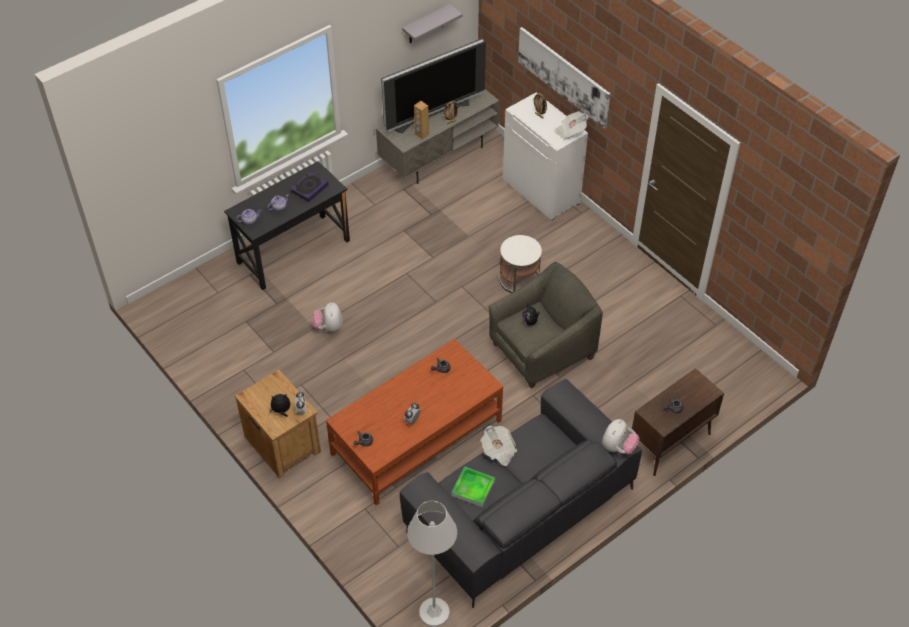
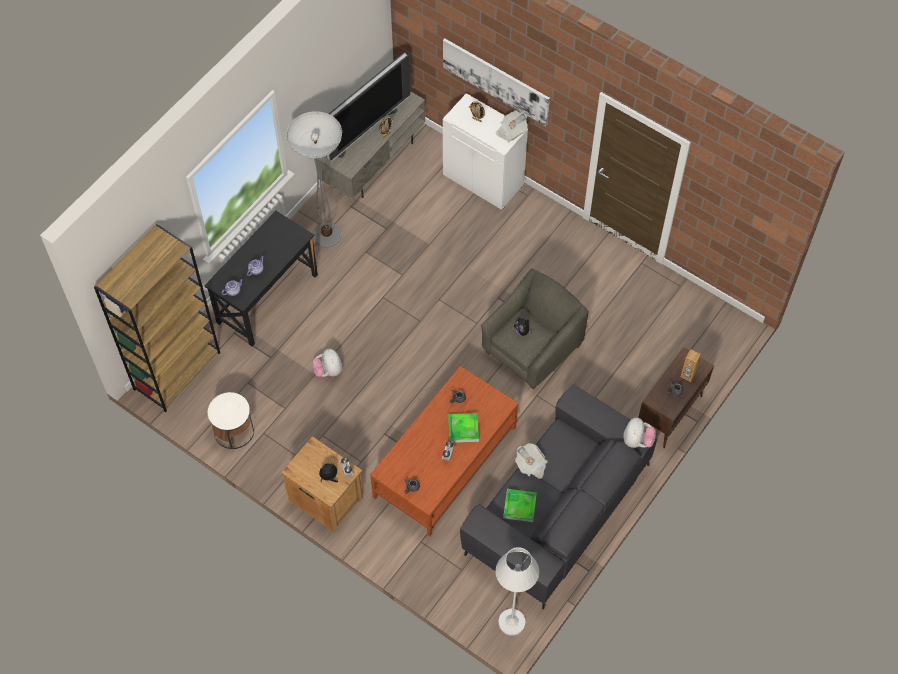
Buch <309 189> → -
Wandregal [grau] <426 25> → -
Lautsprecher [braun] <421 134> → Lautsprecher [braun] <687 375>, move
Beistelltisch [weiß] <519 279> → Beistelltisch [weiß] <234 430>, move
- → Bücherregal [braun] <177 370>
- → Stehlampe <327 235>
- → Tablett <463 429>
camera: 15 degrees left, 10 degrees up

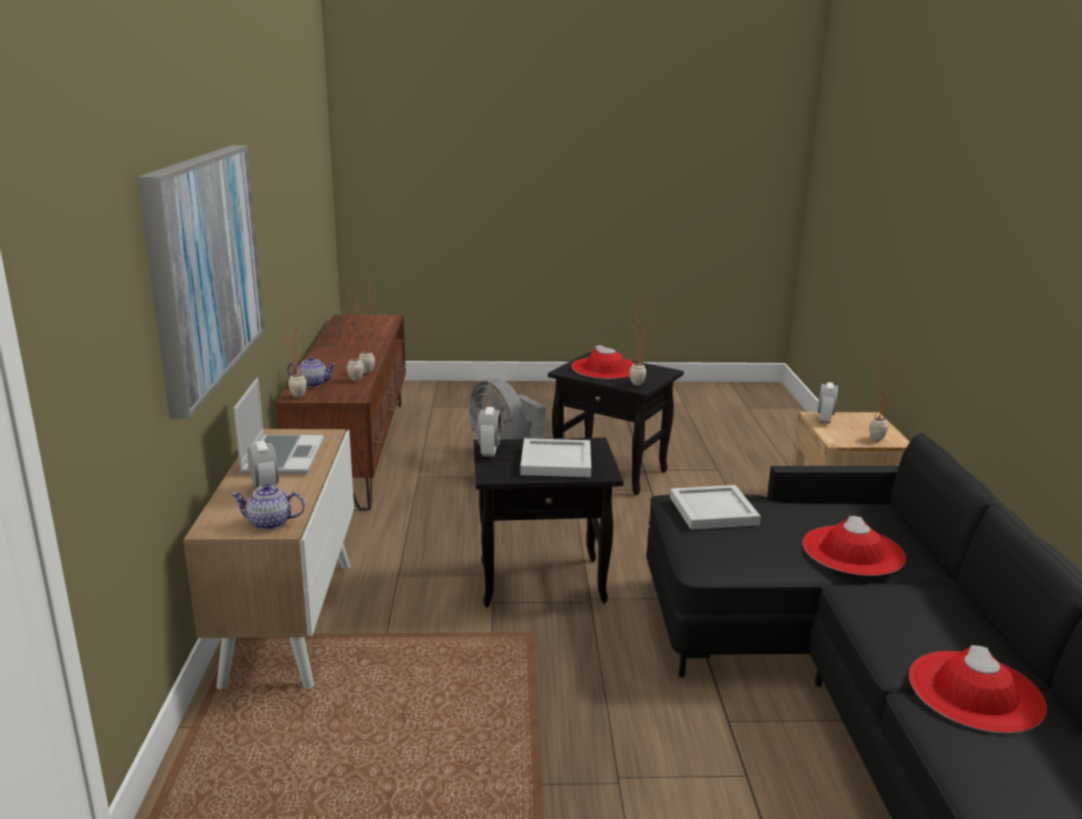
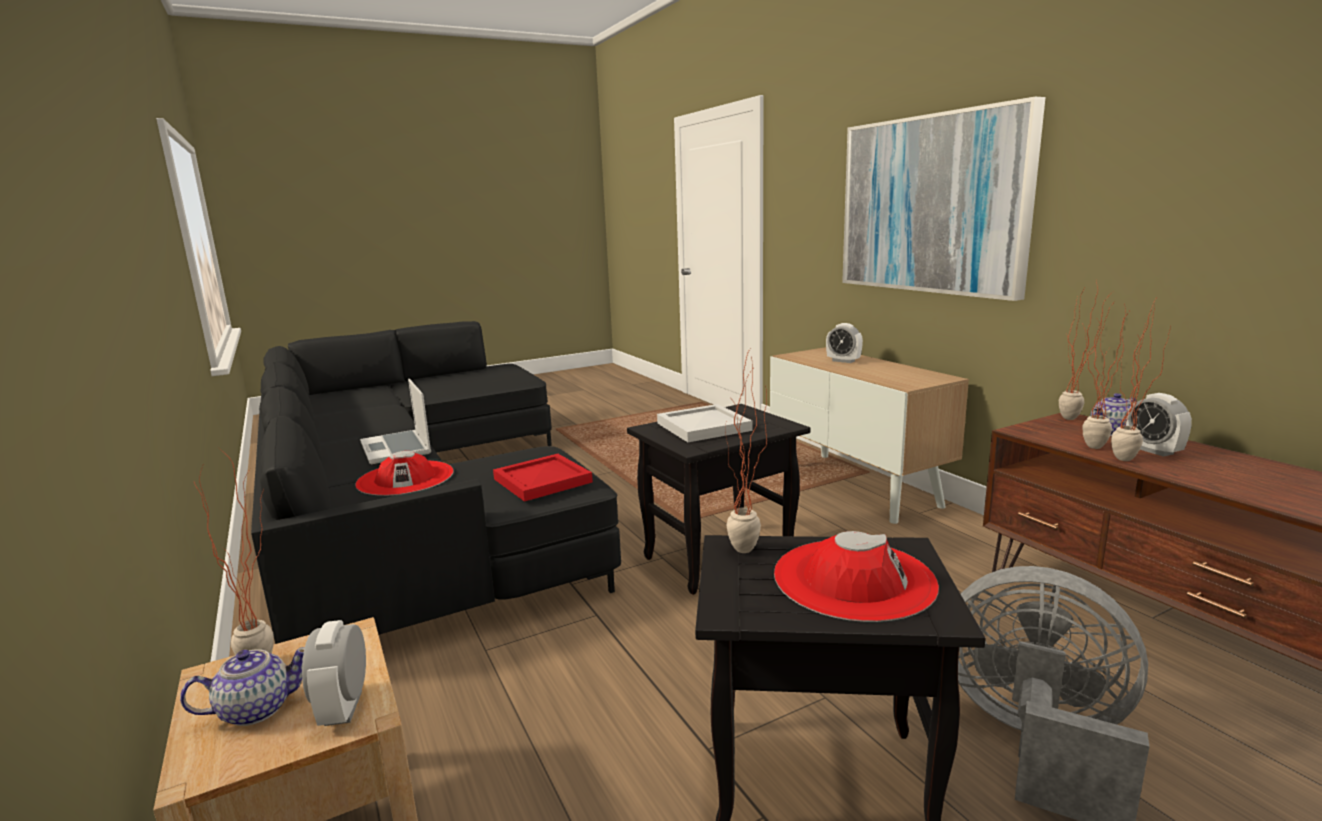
Teekanne <270 523> → Teekanne <255 709>, move
Laptop <282 456> → Laptop <397 449>, move
Wecker <489 451> → Wecker <1153 450>, move
Tablett [weiß] <712 511> → Tablett [rot] <543 480>
Hut [rot] <975 691> → -
camera: 155 degrees right, 5 degrees down

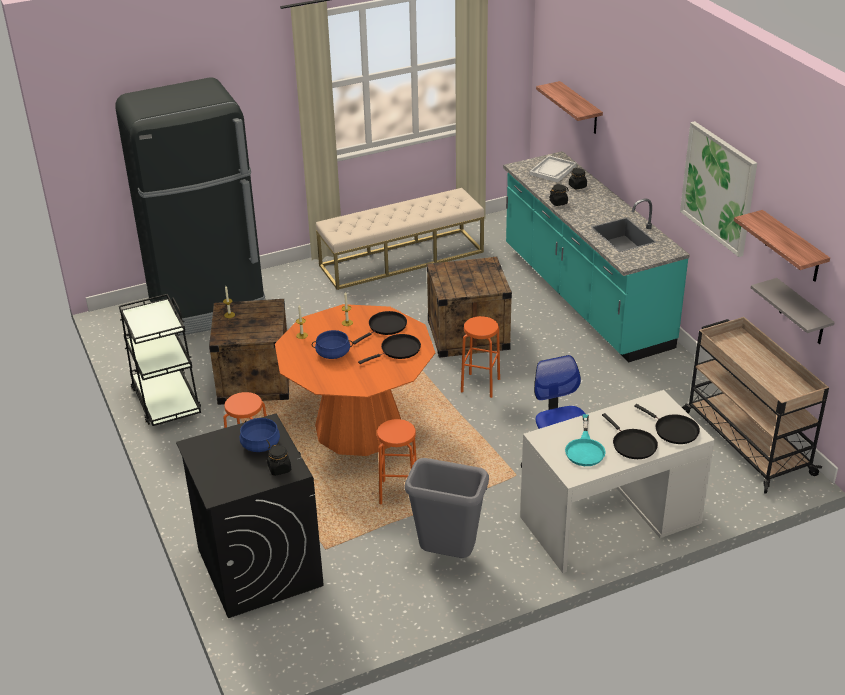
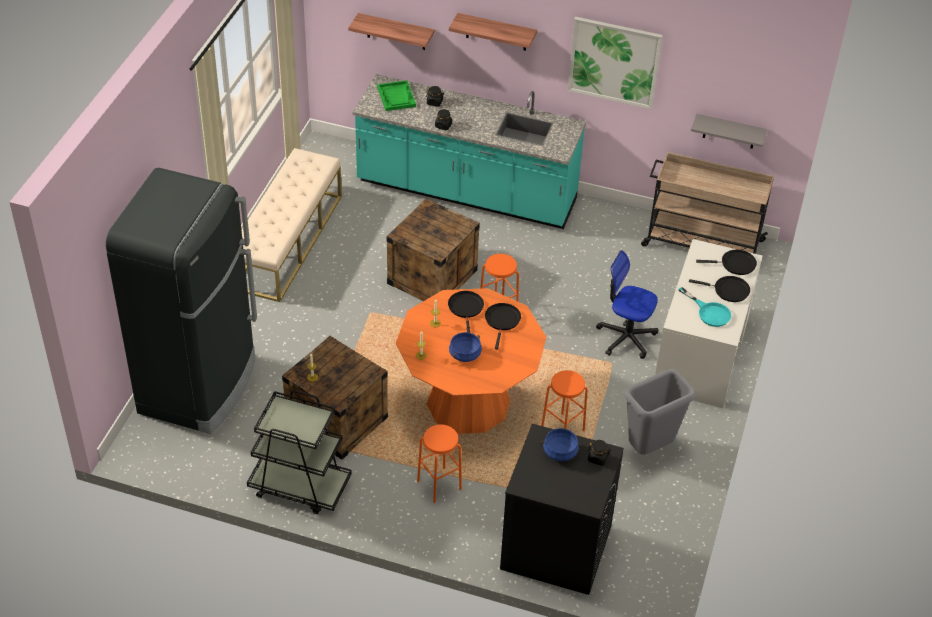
Tablett [weiß] <553 170> → Tablett [grün] <396 97>
Wandregal <792 247> → Wandregal <496 32>, move
camera: 50 degrees left, 10 degrees up

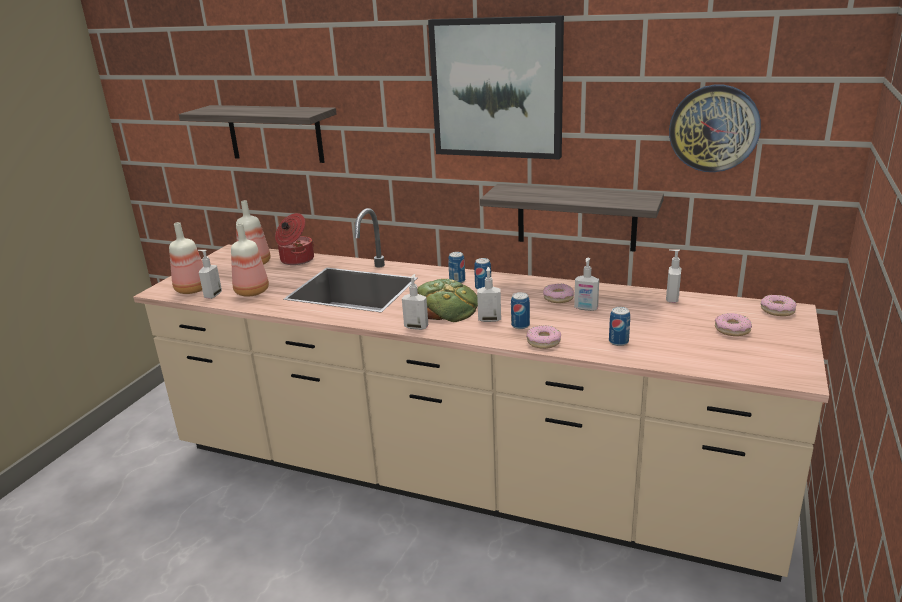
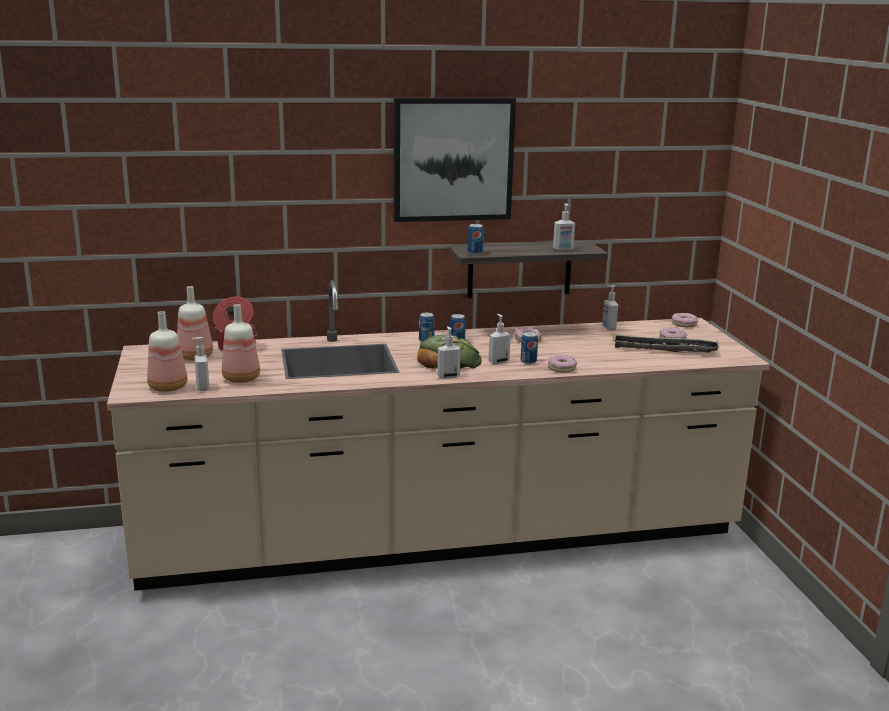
Wandregal <275 133> → -
Seifenspender <586 308> → Seifenspender <563 249>, move
Dose <618 342> → Dose <475 253>, move
Wanduhr <714 128> → -
- → Tablett <664 349>
camera: 35 degrees left, 5 degrees down

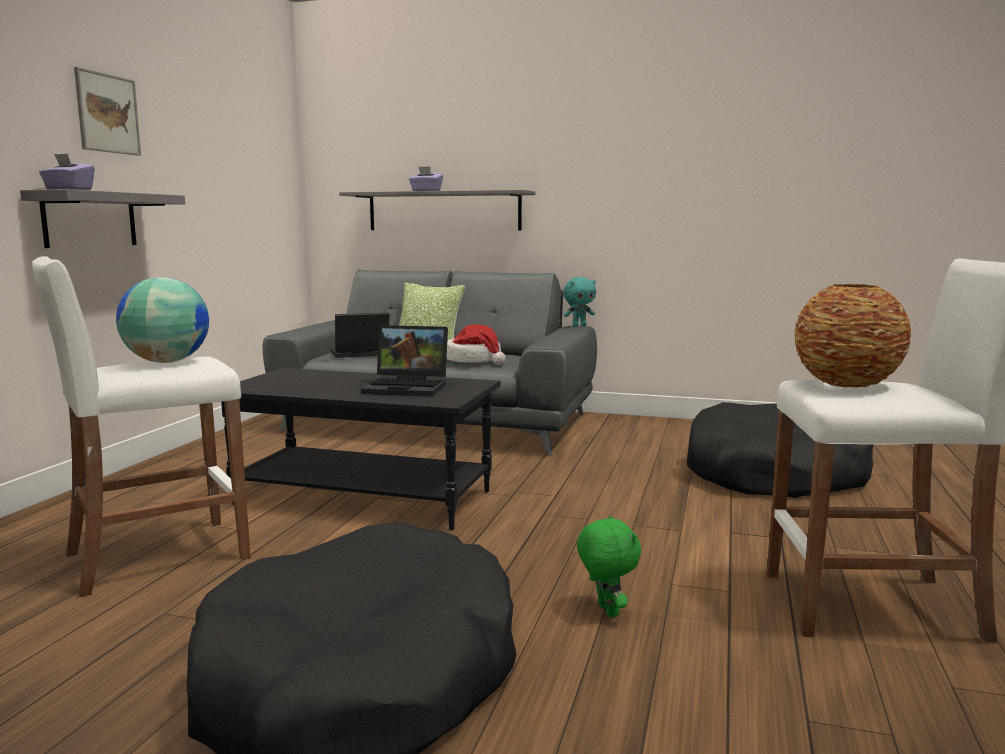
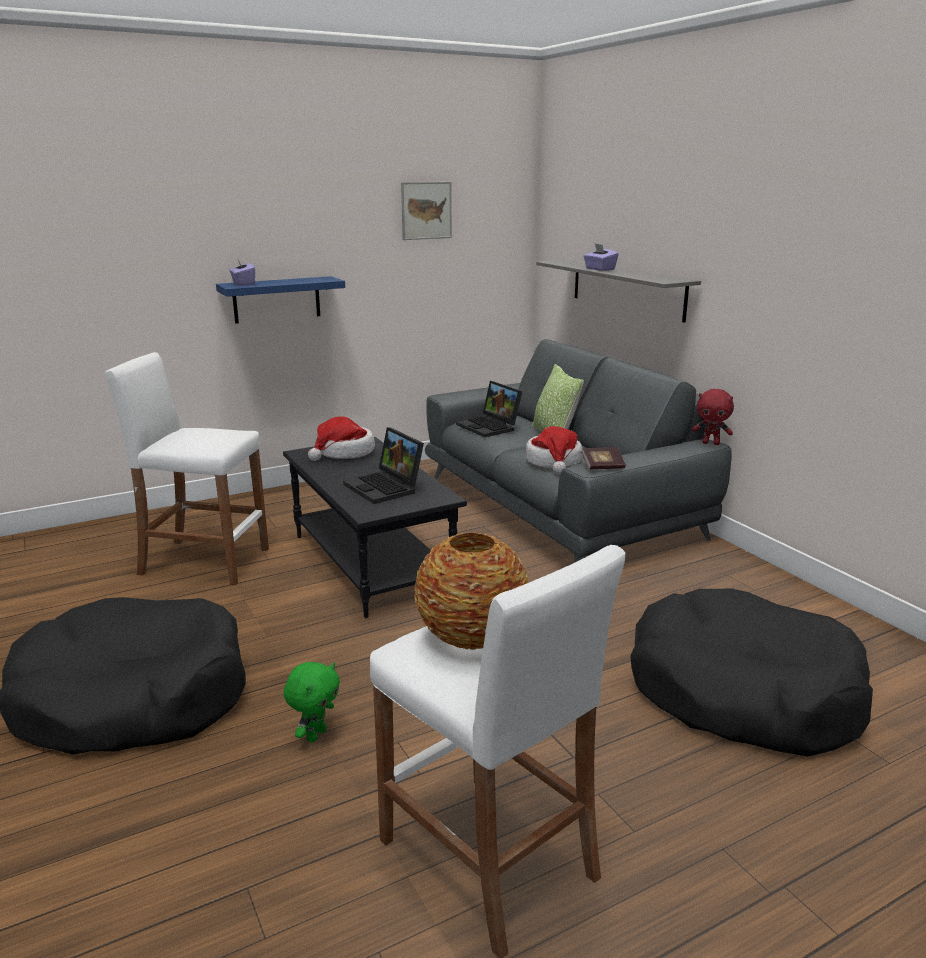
Wandregal [grau] <90 220> → Wandregal [blau] <276 299>
Bild <107 113> → Bild <426 210>, move
Globus <166 362> → -
Laptop <358 354> → Laptop <490 427>, 150 degrees counterclockwise
Plüschtier [türkis] <579 325> → Plüschtier [rot] <711 443>
- → Hut <344 453>
- → Buch <602 467>
camera: 45 degrees right, 10 degrees up

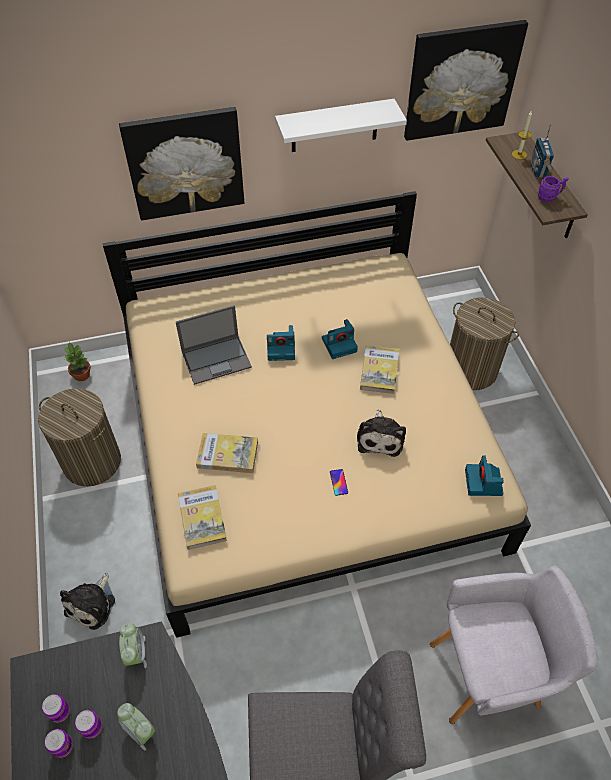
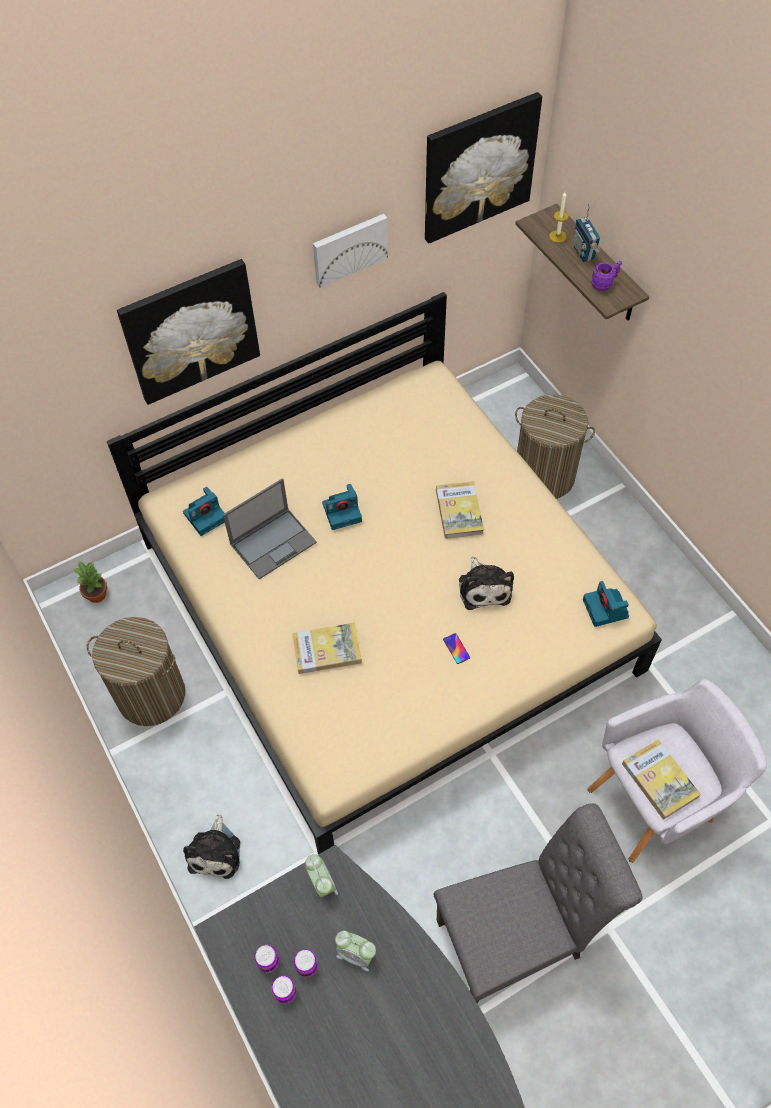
Buch <202 518> → Buch <659 780>, move
Wandregal [weiß] <334 126> → Bild <349 248>
Kamera <340 344> → Kamera <206 516>, move
camera: 15 degrees left, 5 degrees up

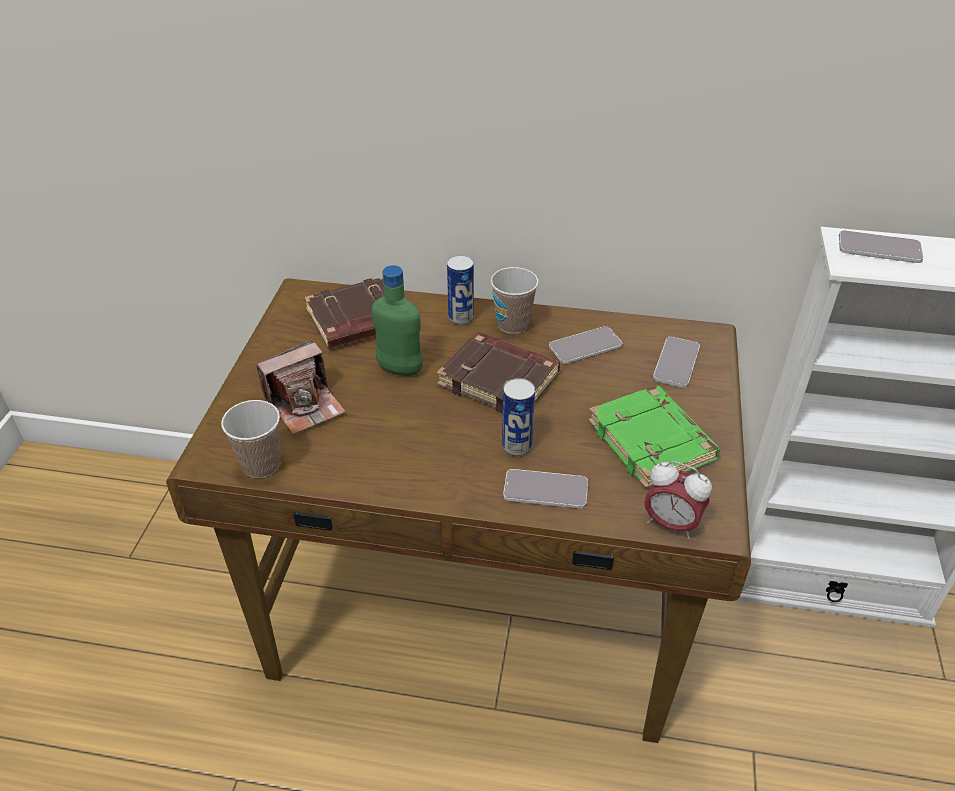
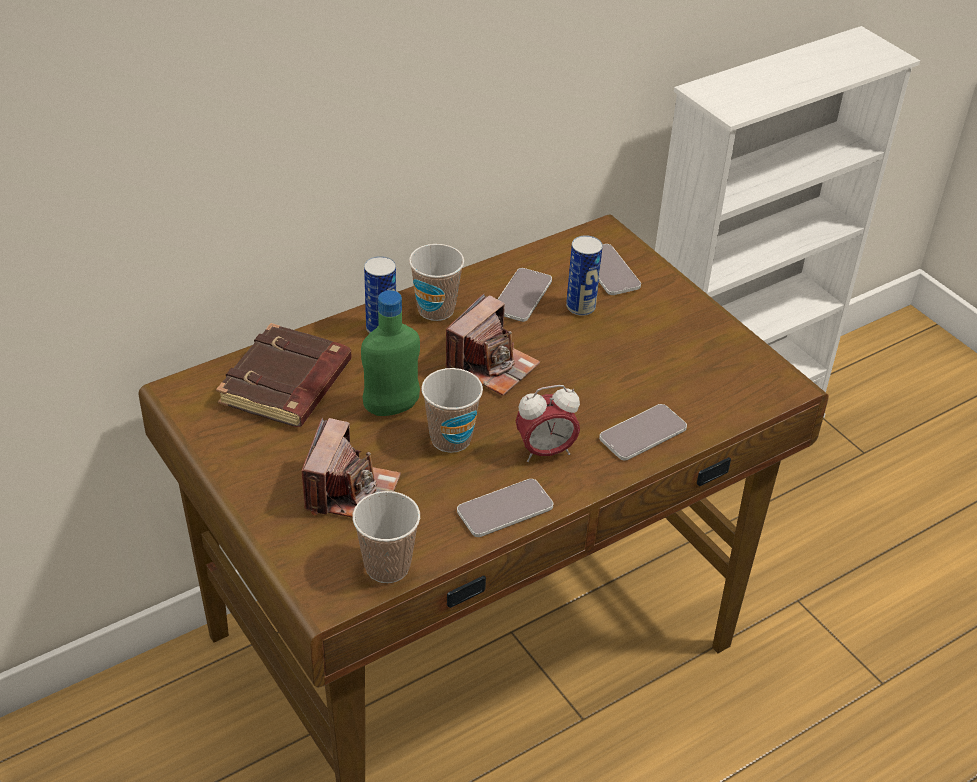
Buch [braun] <500 380> → Kamera <491 366>
Dose <516 446> → Dose <580 307>, move
Buch [grün] <653 442> → -
Wecker <671 524> → Wecker <545 451>, move
Handy <879 248> → Handy <505 509>, move
- → Tasse <451 439>
camera: 45 degrees left, 0 degrees up

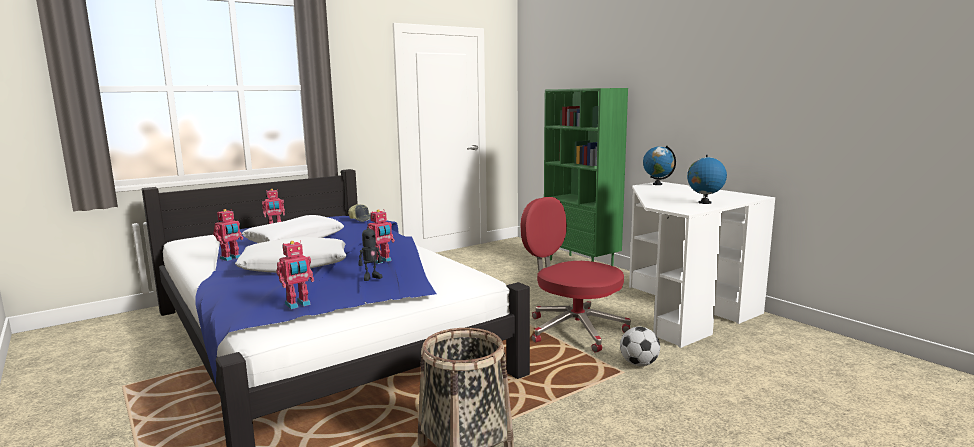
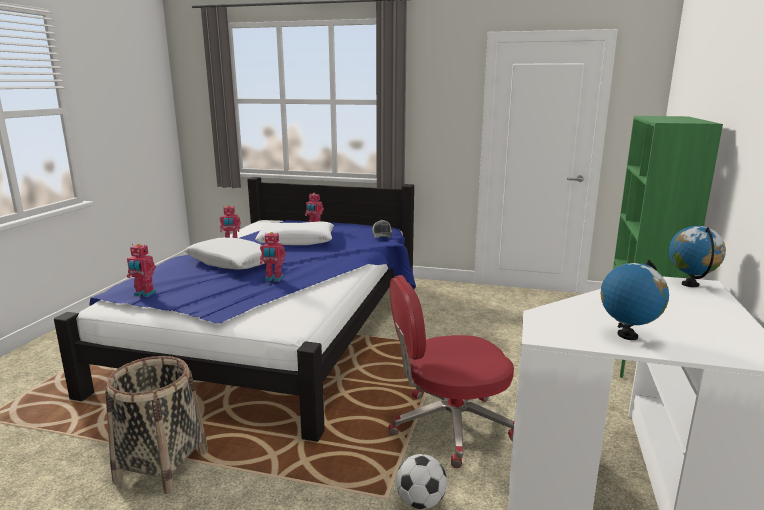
Spielzeugroboter <371 277> → -
Bürostuhl [rot] <573 330> → Bürostuhl [rot] <449 426>, 105 degrees counterclockwise
camera: 50 degrees right, 5 degrees up

